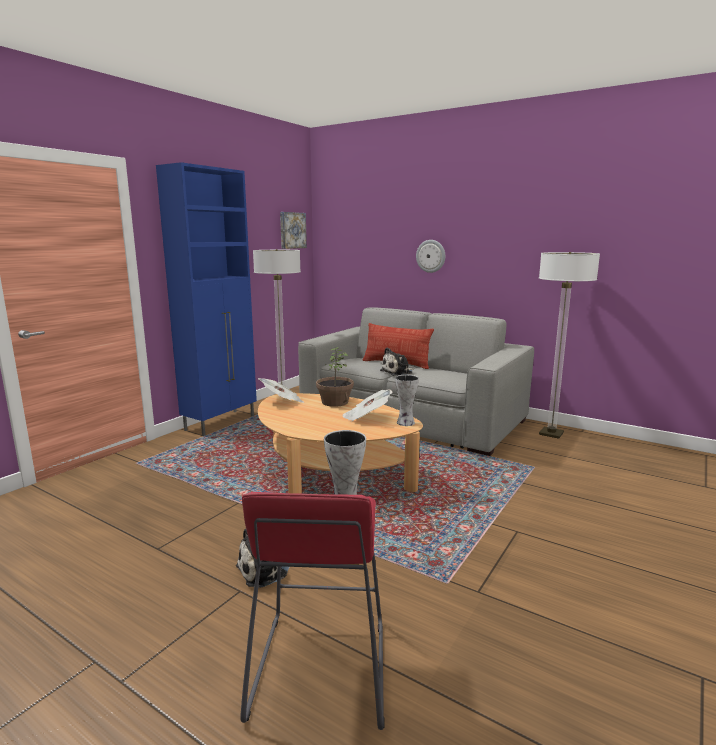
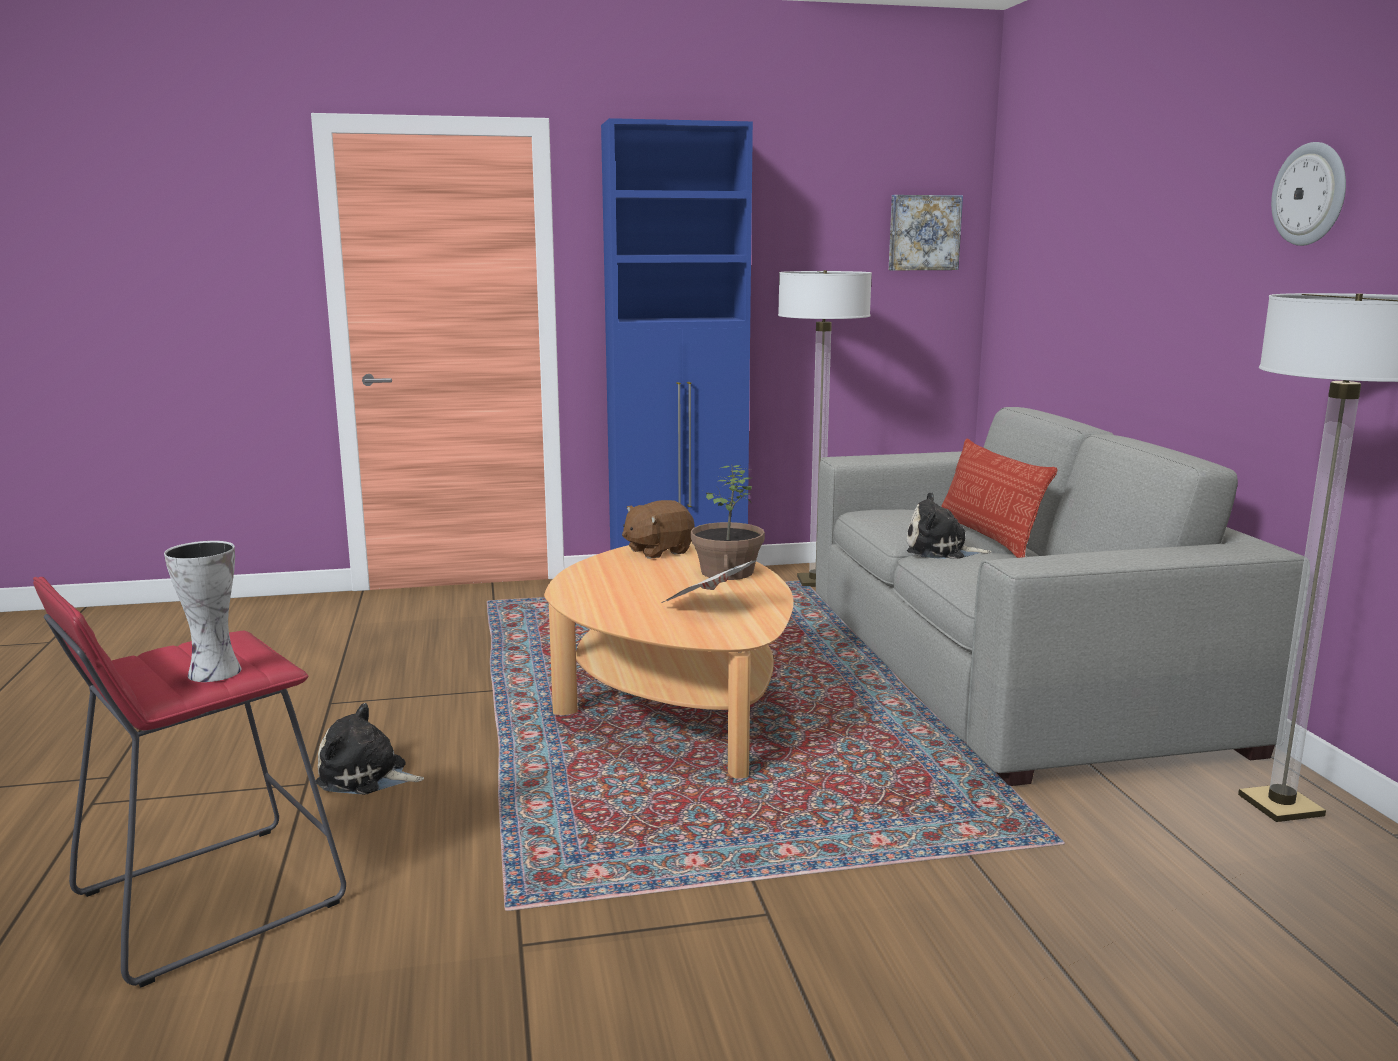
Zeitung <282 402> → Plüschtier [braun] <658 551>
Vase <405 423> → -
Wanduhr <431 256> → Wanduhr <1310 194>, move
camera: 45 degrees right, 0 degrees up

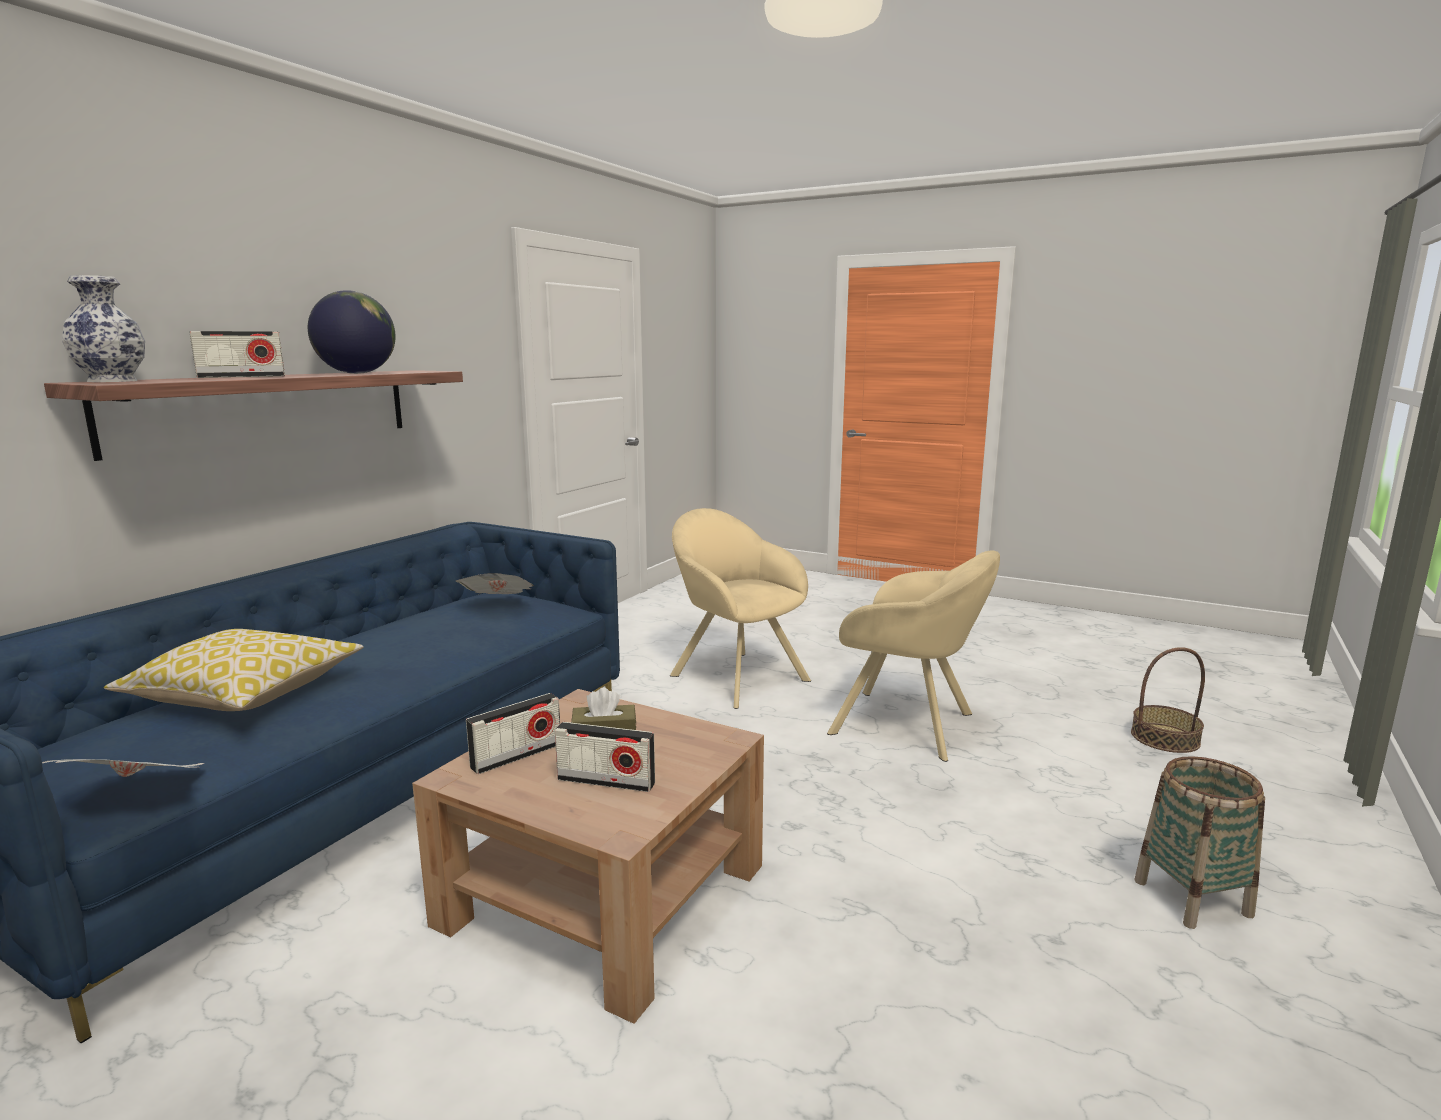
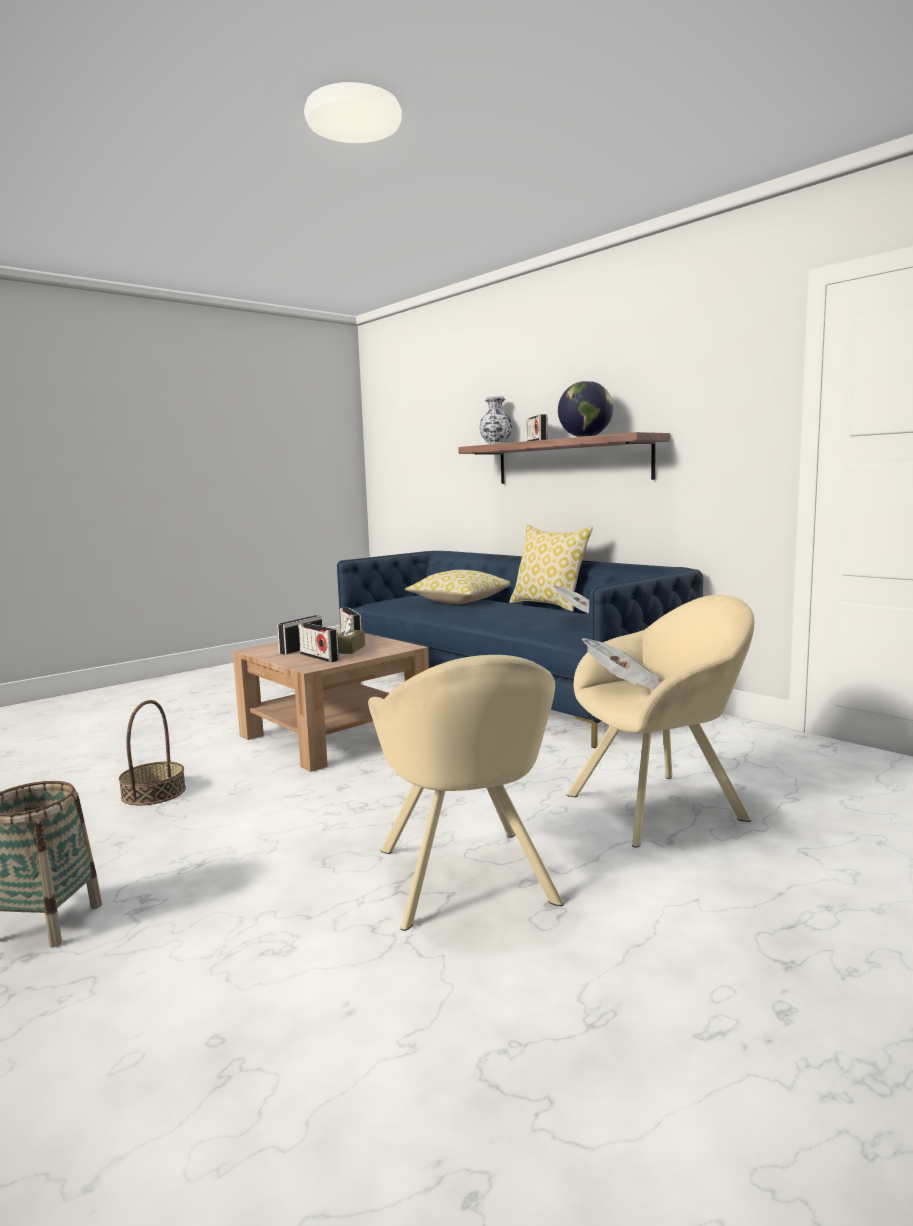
Zeitung <138 794> → Zeitung <625 687>, move
Sessel [beige] <910 725> → Sessel [beige] <467 881>, 60 degrees counterclockwise
Korb <1165 738> → Korb <154 793>, move
- → Radio <319 657>
- → Kissen <549 605>
camera: 110 degrees right, 5 degrees down

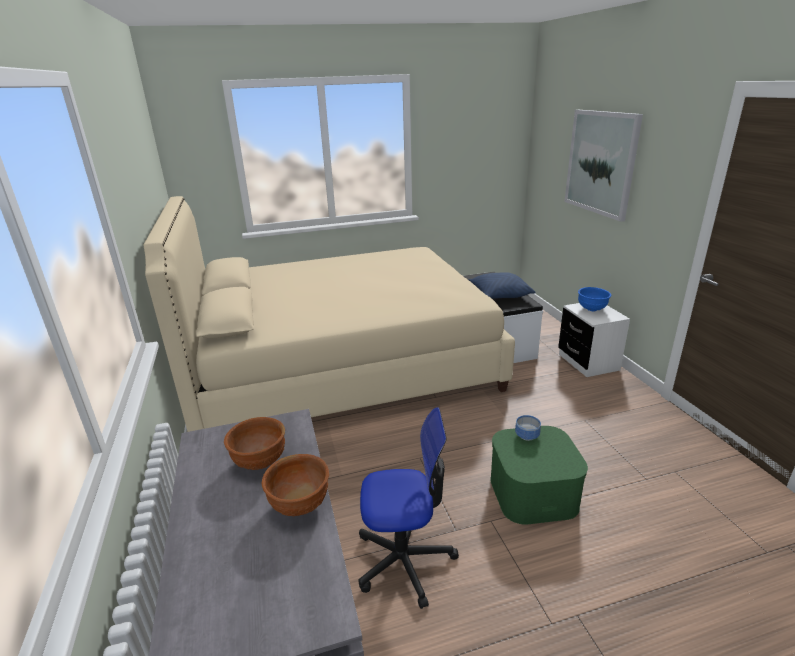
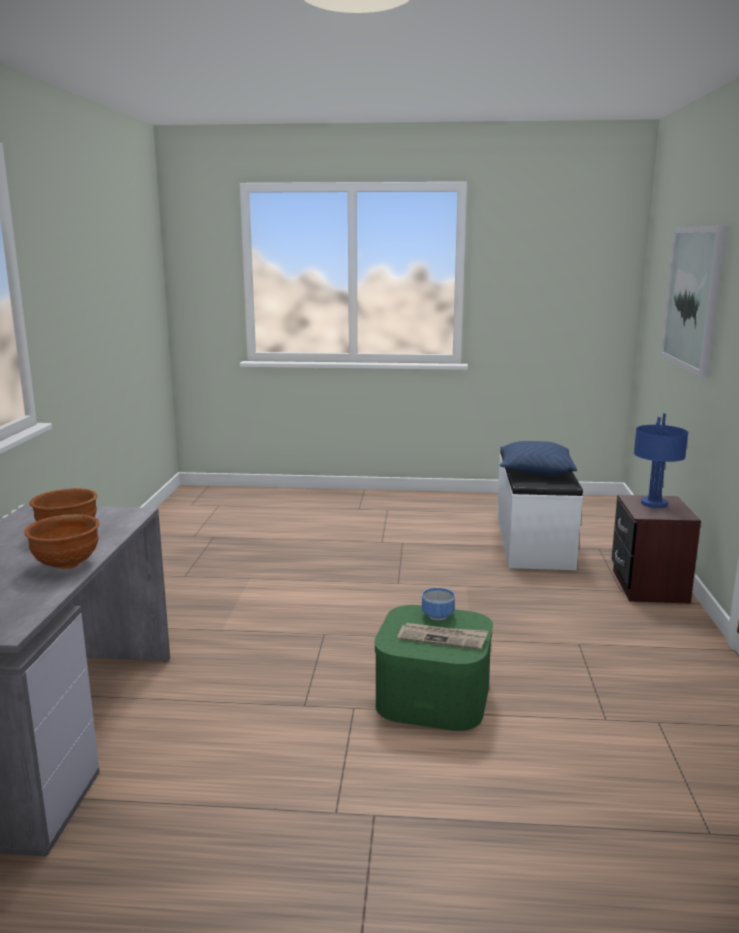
Bett [beige] <342 366> → -
Bürostuhl <404 560> → -
Nachttisch [weiß] <588 362> → Nachttisch [braun] <649 586>
Schüssel [blau] <592 309> → Tischlampe [blau] <654 504>
- → Zeitung <442 638>
camera: 20 degrees right, 10 degrees down

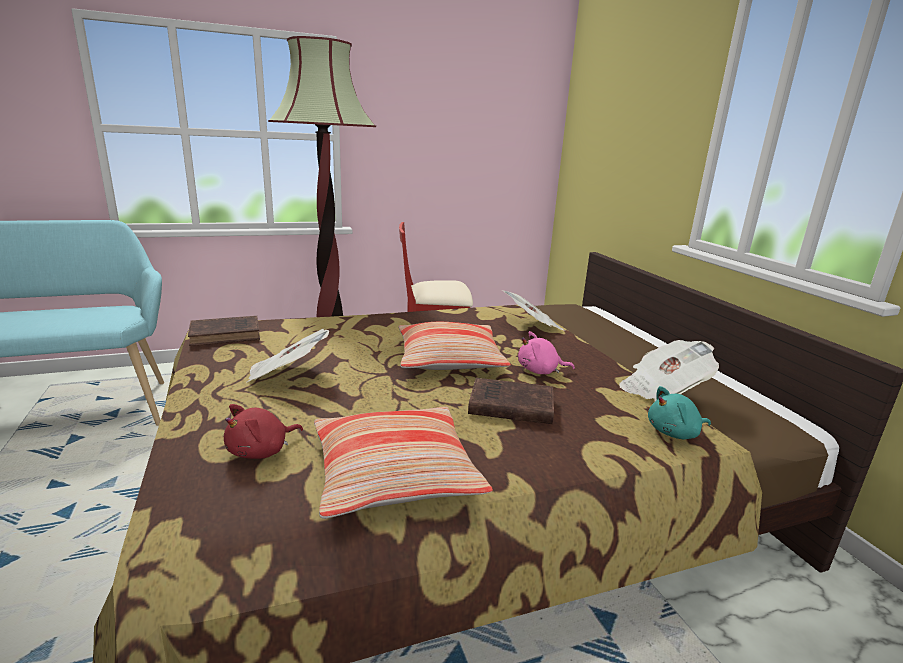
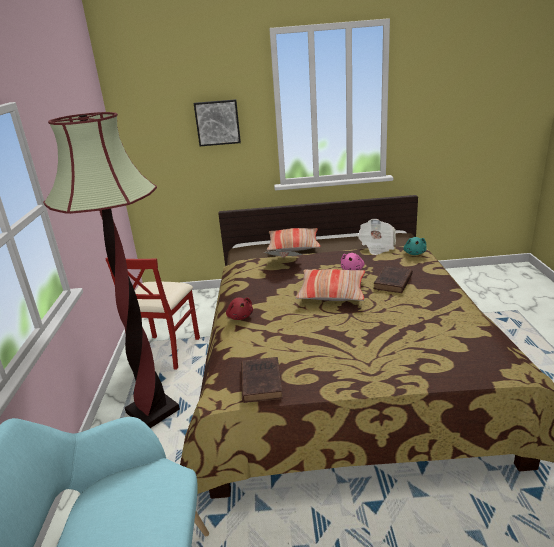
Plüschtier [rot] <261 451> → Plüschtier [rot] <240 316>, move
Zeitung <287 375> → -
Kissen <394 473> → Kissen <293 246>, move
- → Bild <217 122>
camera: 70 degrees left, 5 degrees up

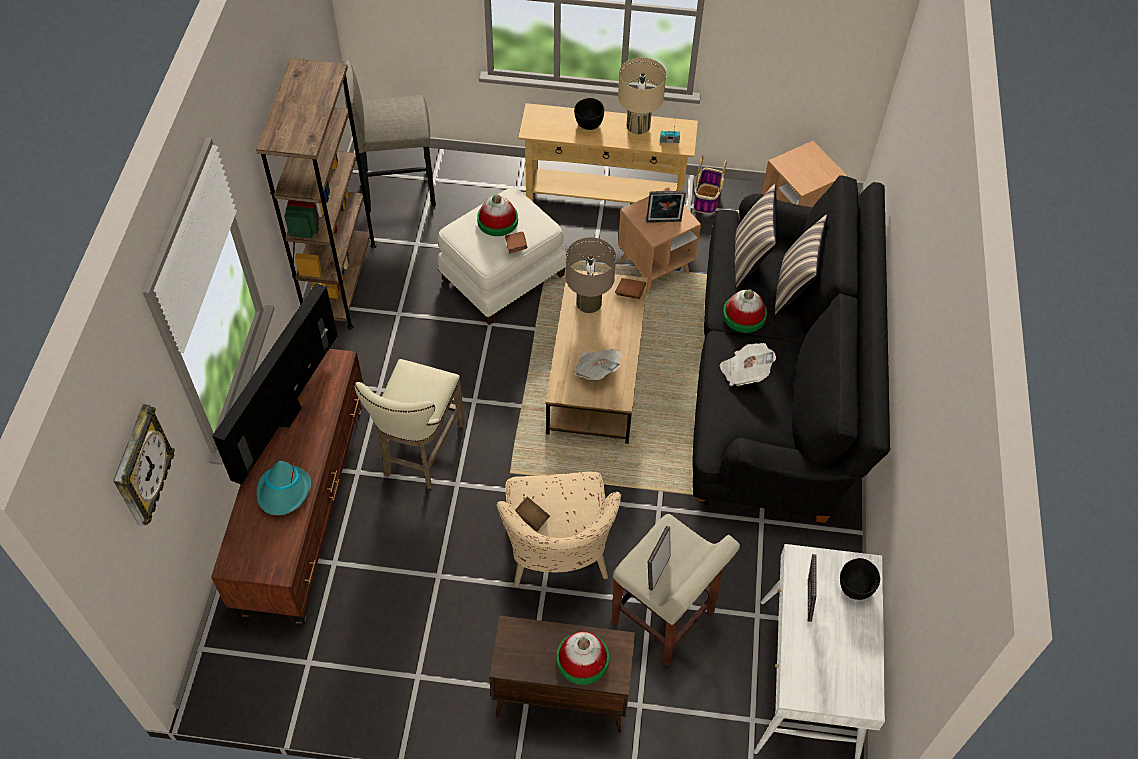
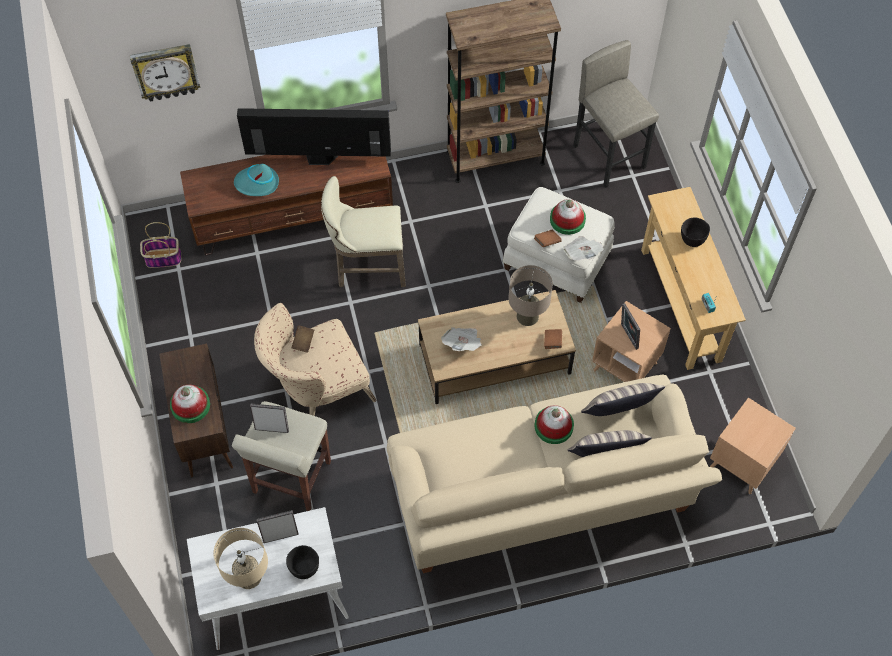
Tischlampe [beige] <638 125> → Tischlampe [beige] <248 576>, move
Sofa [schwarz] <775 387> → Sofa [beige] <542 498>
Korb <707 199> → Korb <162 258>, move
Zeitung <745 372> → Zeitung <582 254>, move
camera: 70 degrees right, 5 degrees up

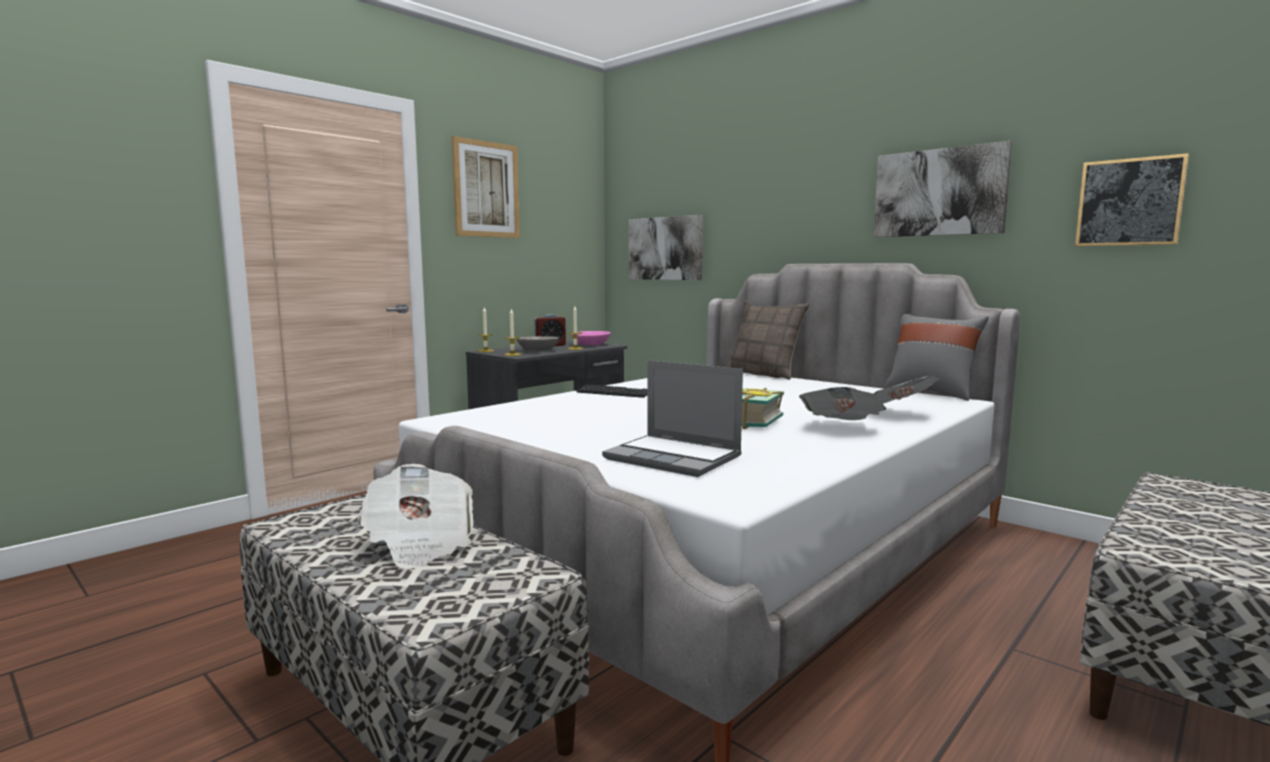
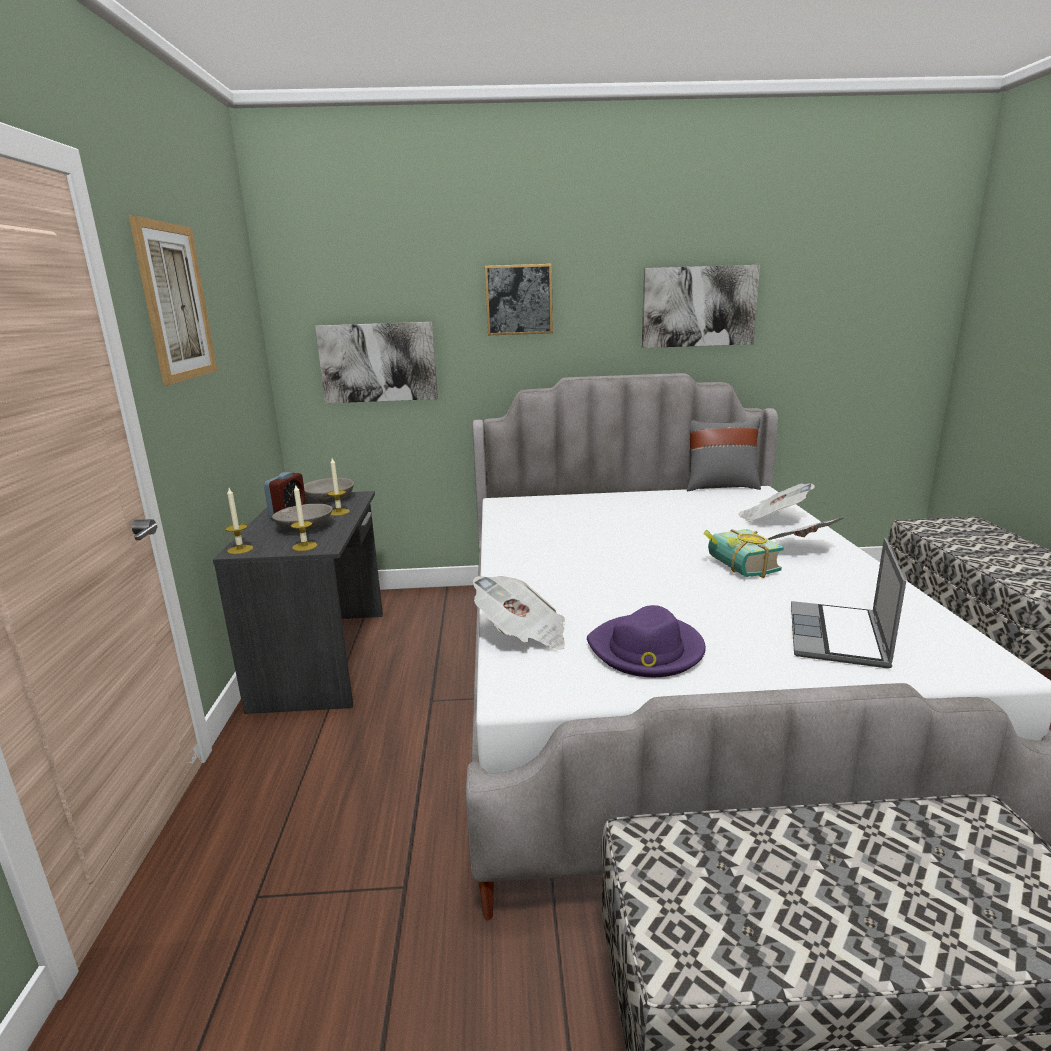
Zeitung <420 544> → Zeitung <523 635>, move
Schüssel [rosa] <591 344> → Schüssel [grau] <329 499>
Tastatur <614 393> → -
Laptop <675 458> → Laptop <839 637>, 120 degrees clockwise
Kissen <764 374> → -
Bild <1129 202> → Bild <519 300>, move
- → Hut [lila] <646 650>
camera: 45 degrees left, 10 degrees up

